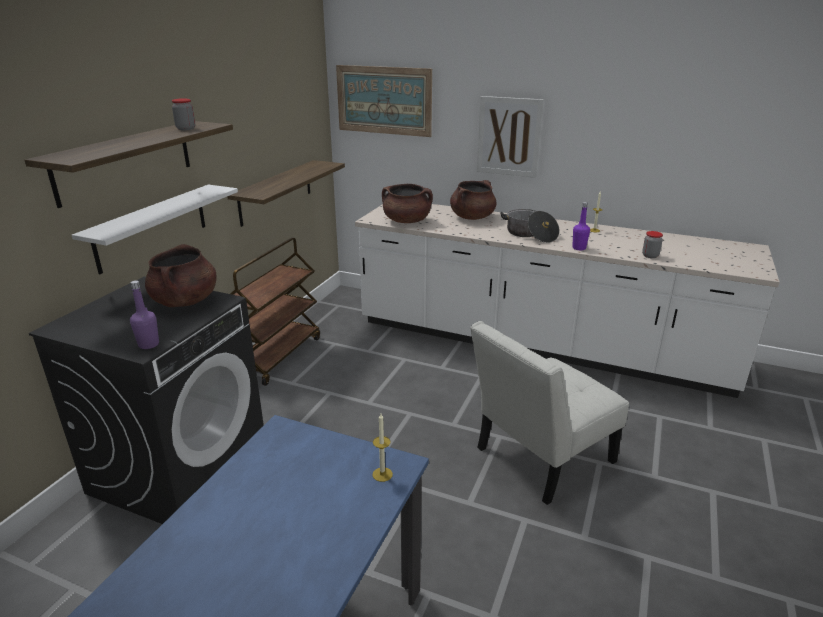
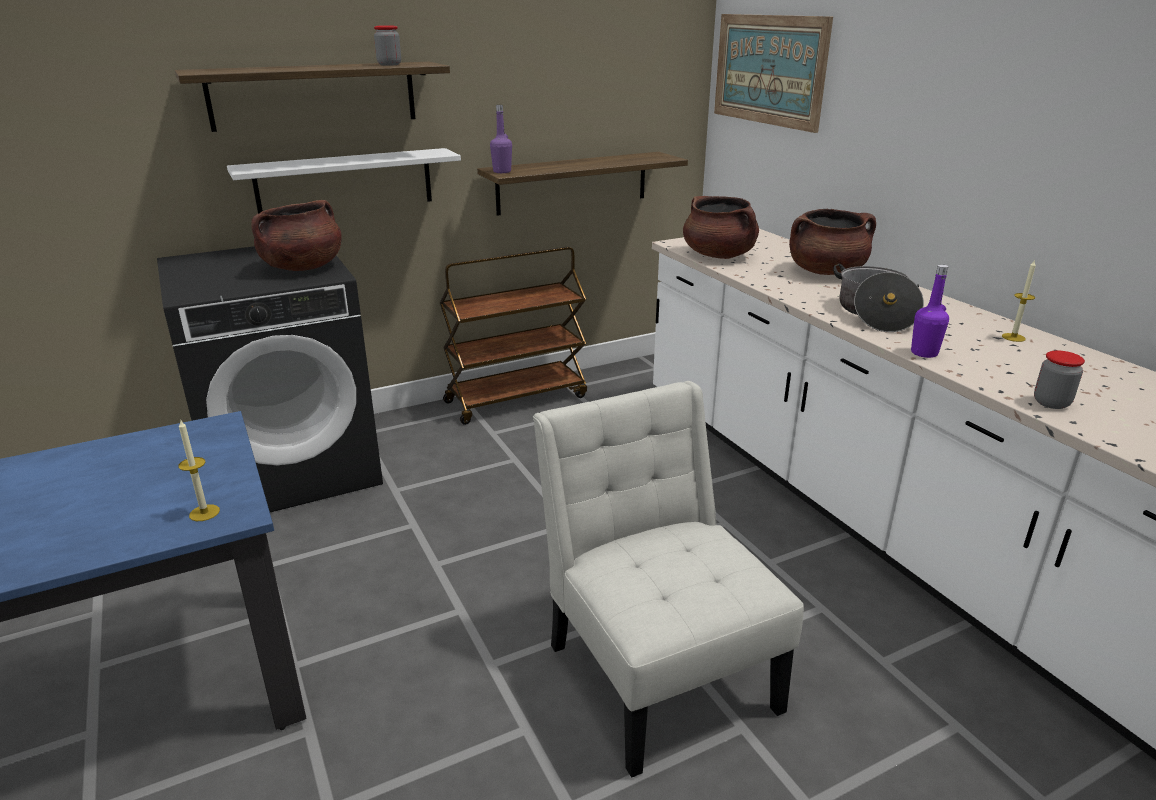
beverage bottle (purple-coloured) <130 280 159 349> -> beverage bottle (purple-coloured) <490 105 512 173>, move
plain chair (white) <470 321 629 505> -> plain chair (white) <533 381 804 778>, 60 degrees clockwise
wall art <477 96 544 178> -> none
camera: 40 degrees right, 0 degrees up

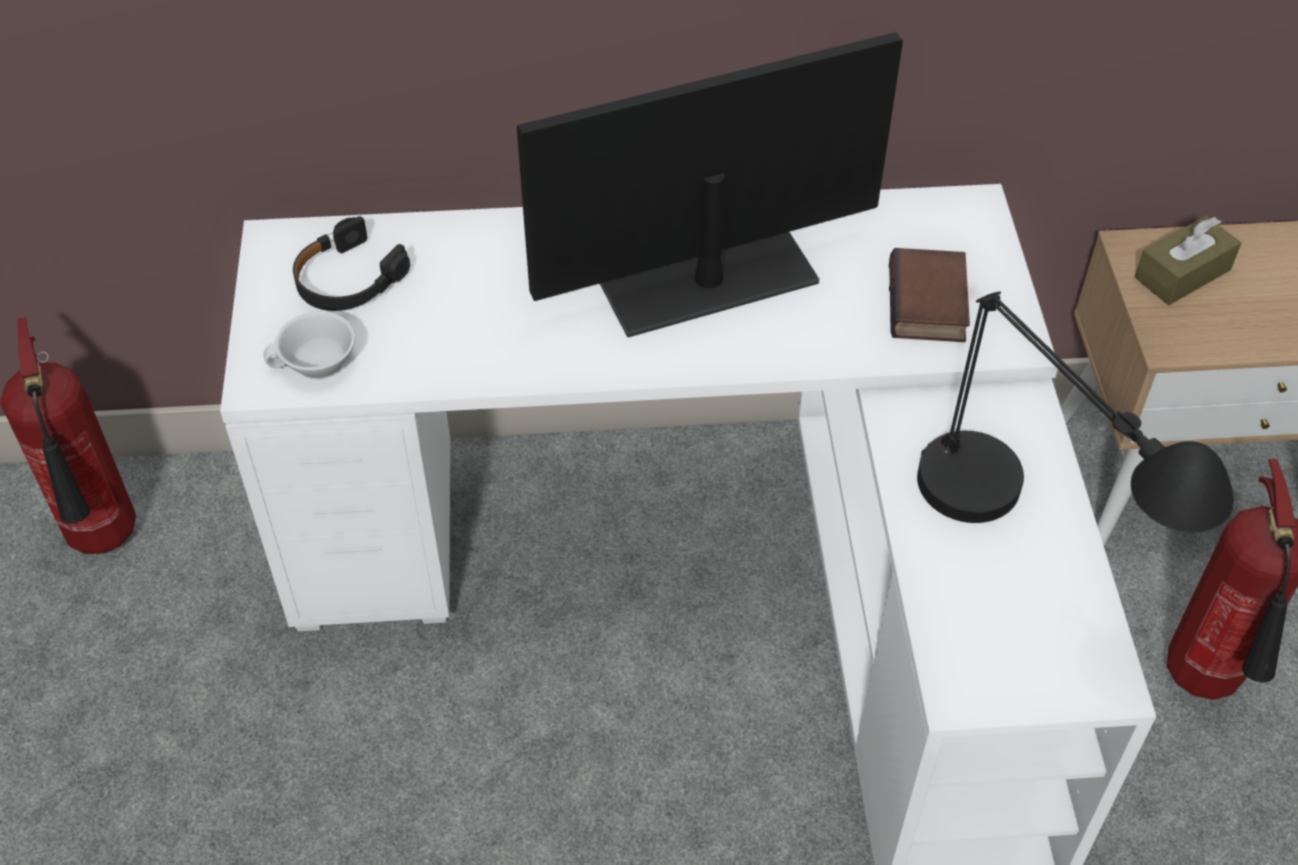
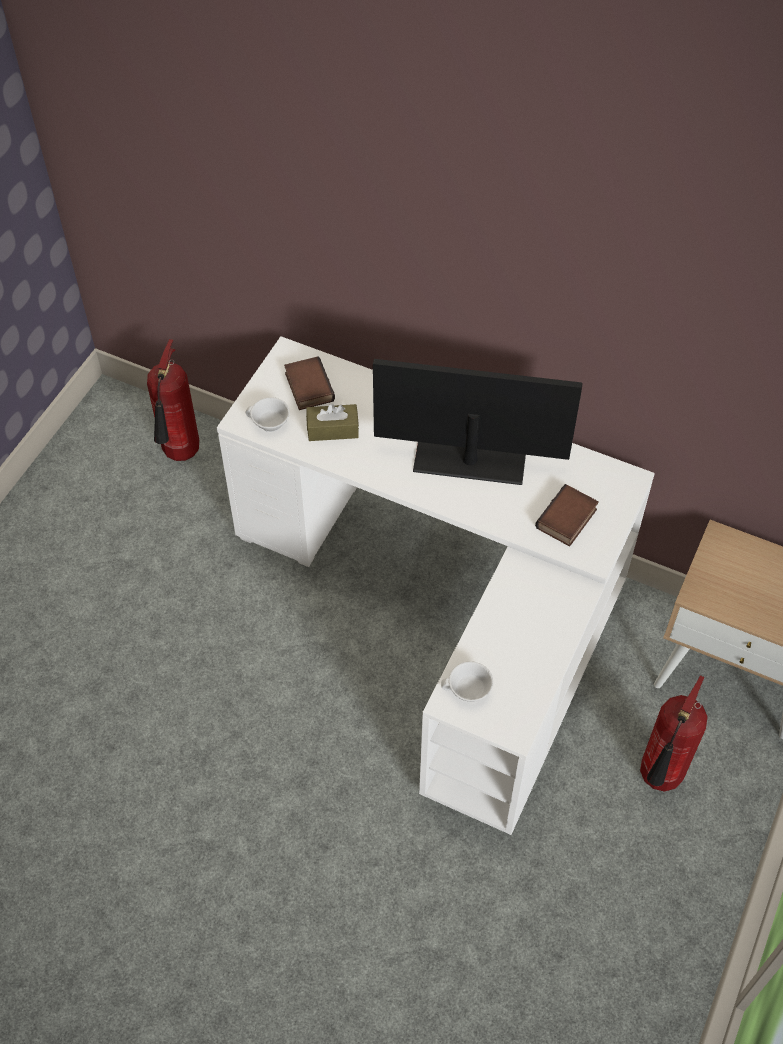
headphones (black) <293 216 410 311> -> bound book <284 356 335 410>
box of tissues (brownish) <1135 216 1241 305> -> box of tissues (brownish) <306 404 359 441>, move
none -> small cup (white) <441 661 493 702>
tabletop lamp (black) <917 292 1234 532> -> none
camera: 30 degrees right, 5 degrees up

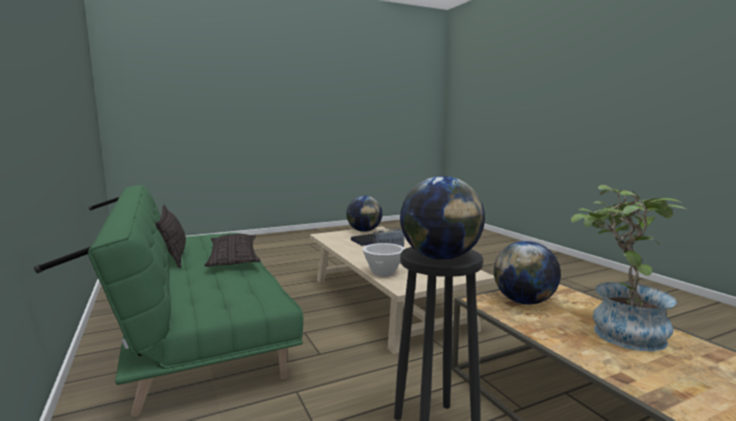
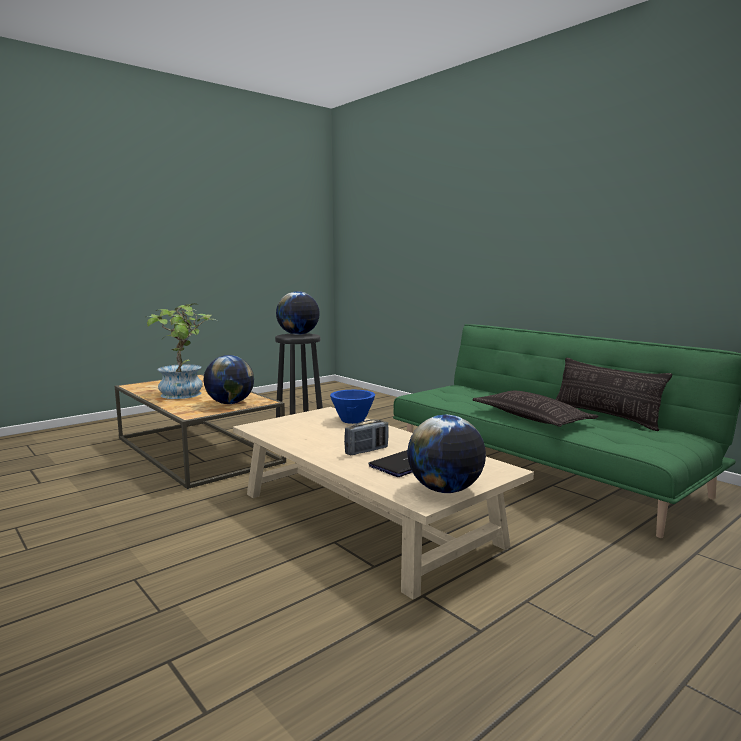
serving bowl (white) <362 243 405 277> -> serving bowl (bluish) <330 390 375 424>
camera: 165 degrees right, 0 degrees up

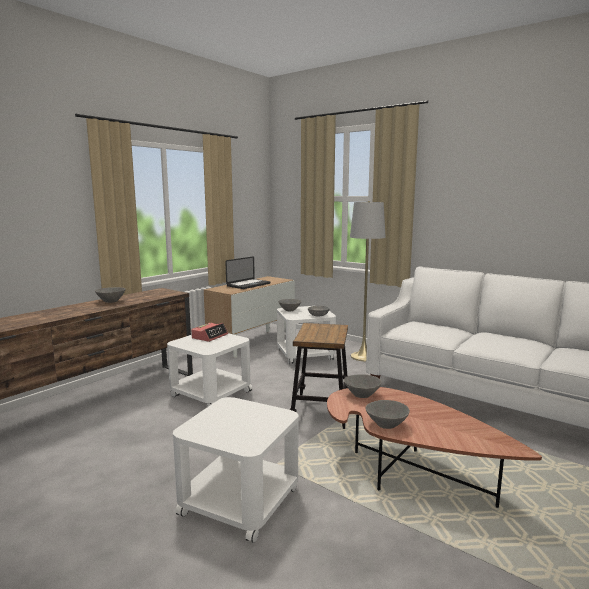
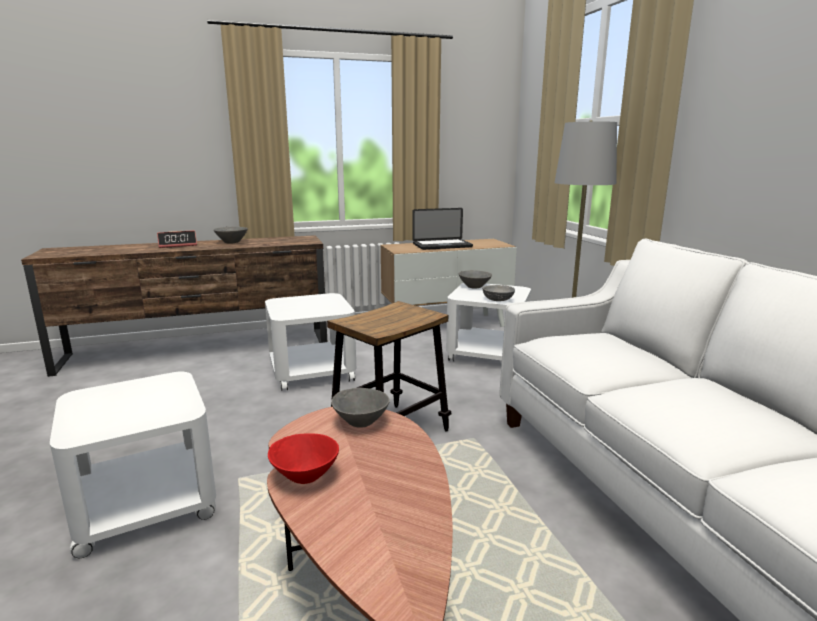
bedside clock <191 323 228 342> -> bedside clock <157 230 197 248>, move
serving bowl (greyish) <366 400 410 429> -> serving bowl (red-coloured) <268 433 339 484>
camera: 35 degrees right, 5 degrees up

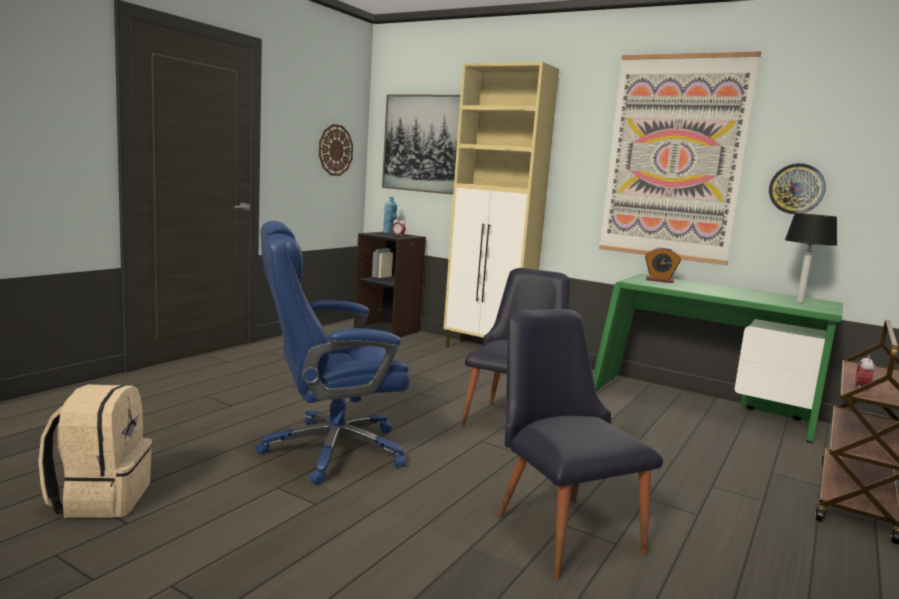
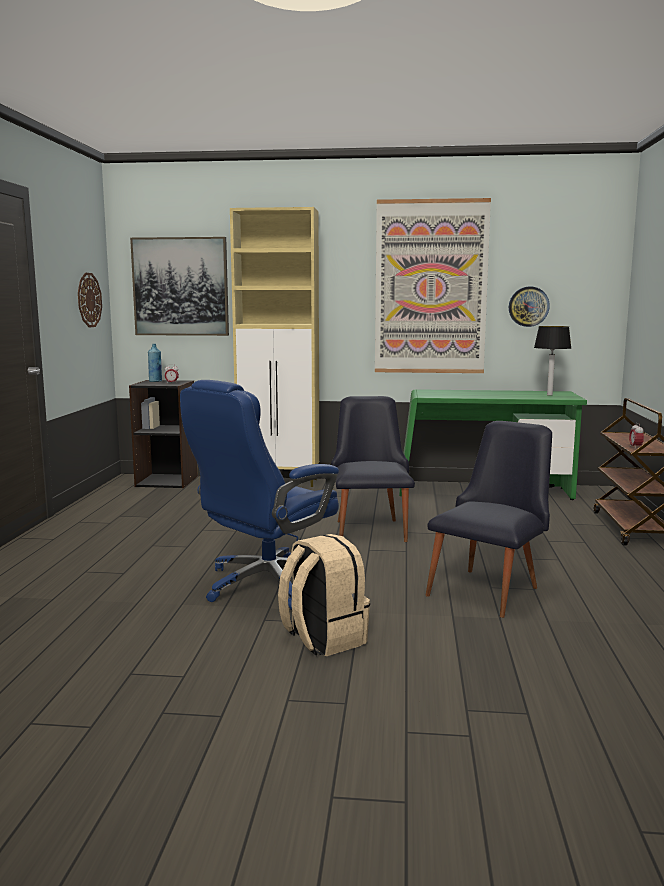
backpack (beige) <38 384 152 518> -> backpack (beige) <278 534 370 656>, move
plain chair (black) <497 309 663 579> -> plain chair (black) <425 421 552 618>, 90 degrees clockwise
bedside clock <645 247 681 283> -> none
camera: 25 degrees left, 0 degrees up

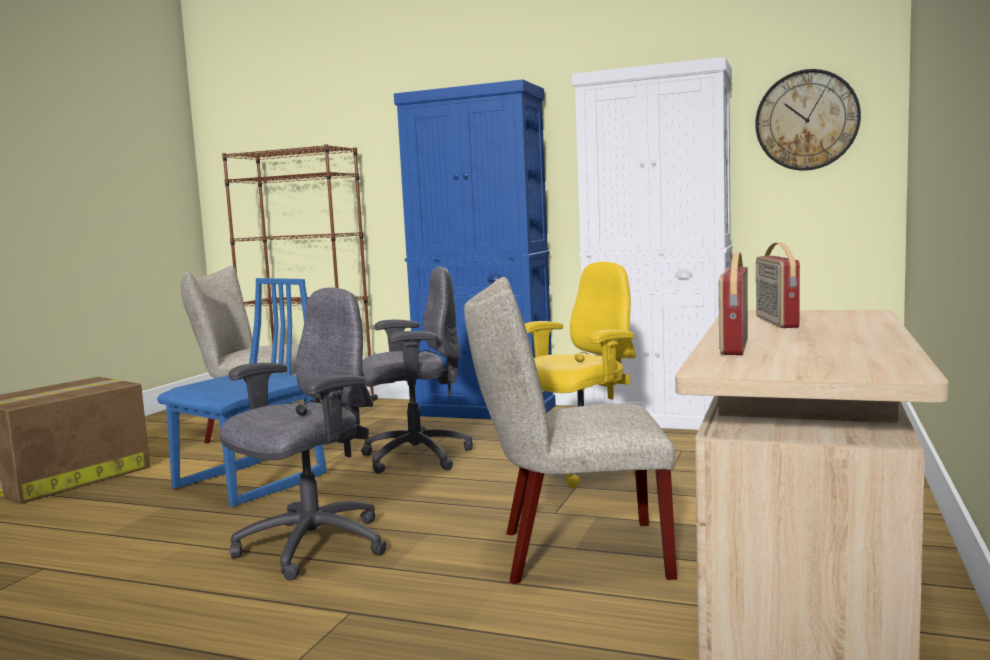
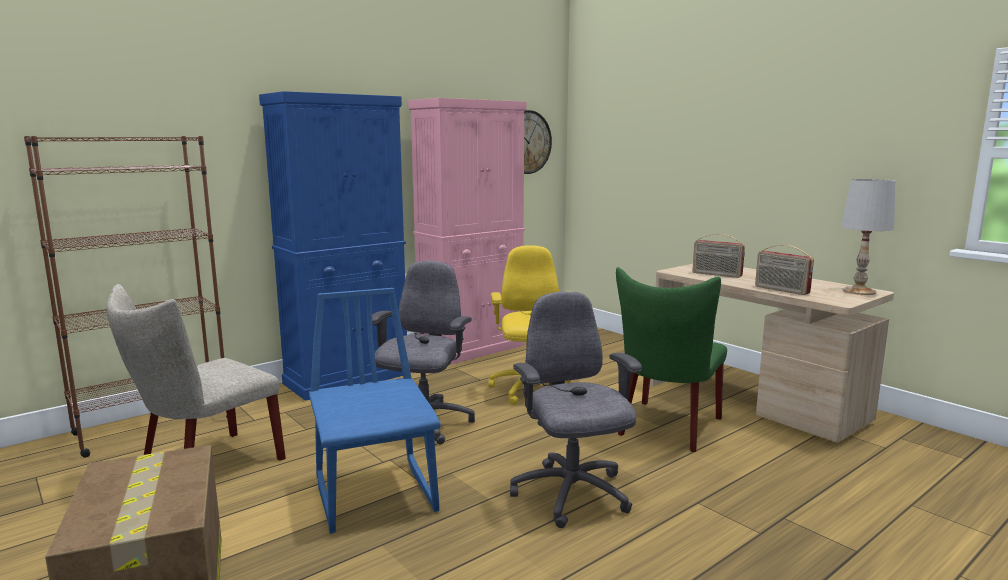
storage cabinet (white) <572 57 732 430> -> storage cabinet (pink) <408 98 527 365>
plain chair (beige) <464 277 677 584> -> plain chair (green-coloured) <616 267 727 452>
none -> tabletop lamp (white) <841 179 895 295>
camera: 60 degrees left, 5 degrees up

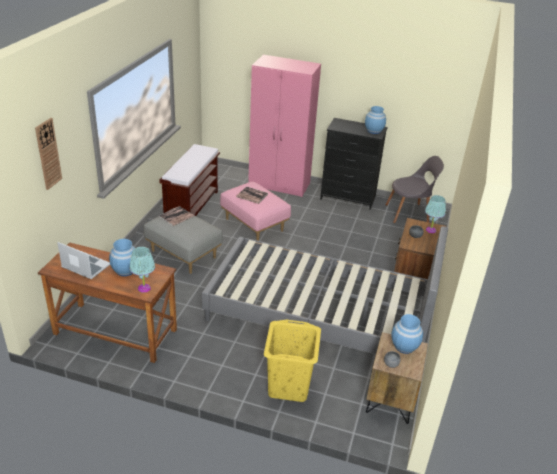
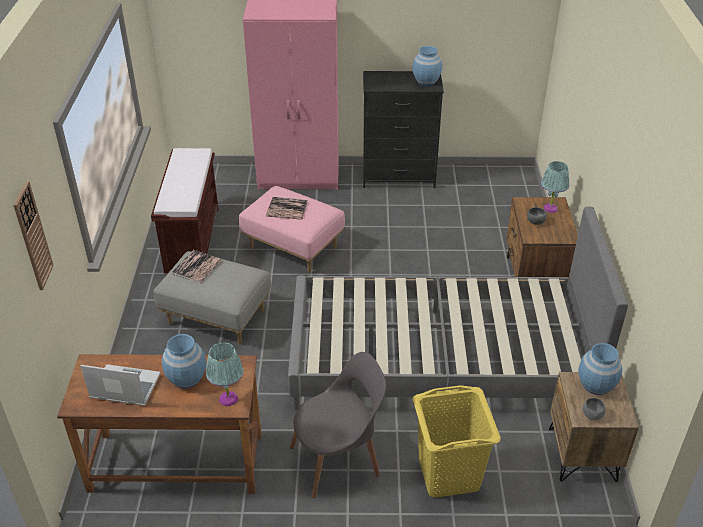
plain chair (greyish) <386 156 444 223> -> plain chair (greyish) <290 352 386 498>, move
camera: 15 degrees left, 5 degrees up

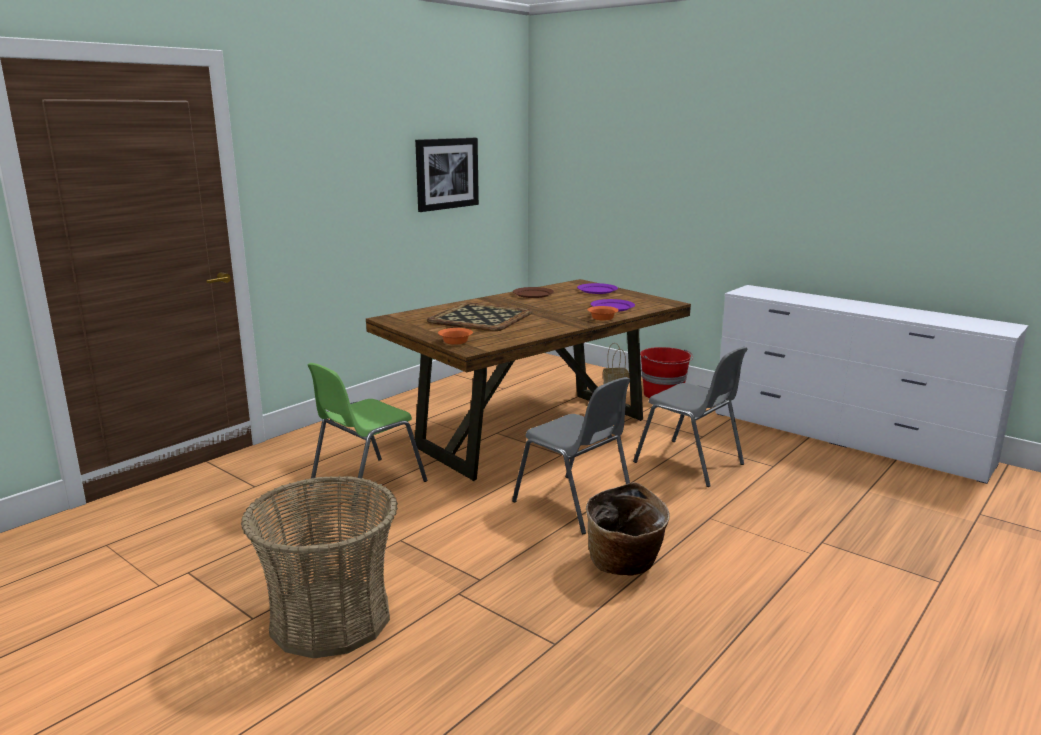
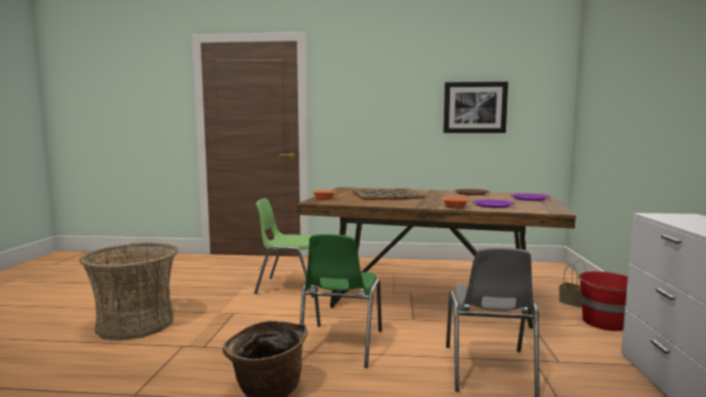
plain chair (greyish) <512 377 630 534> -> plain chair (green-coloured) <300 234 382 368>
camera: 55 degrees right, 10 degrees down

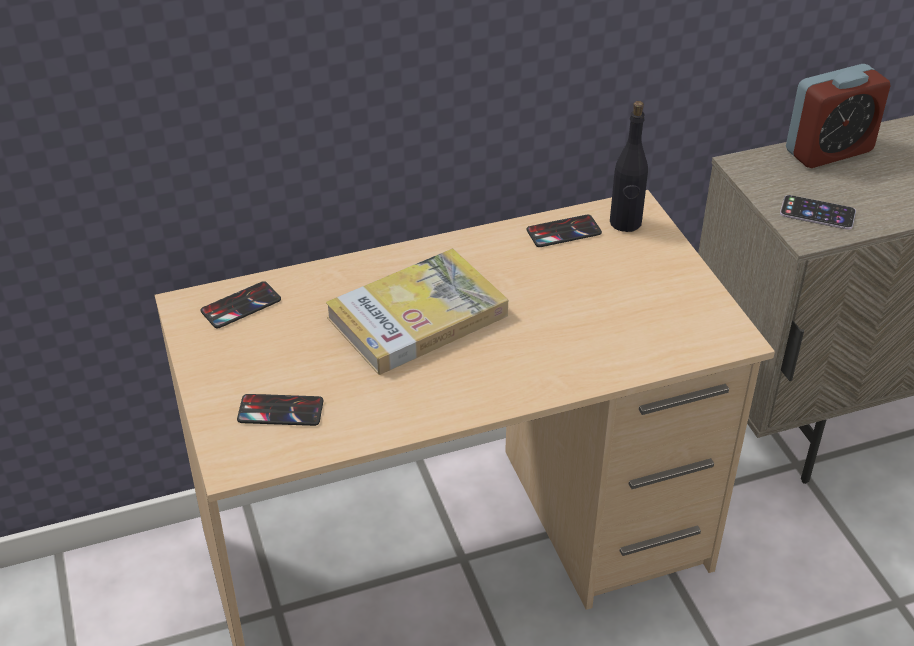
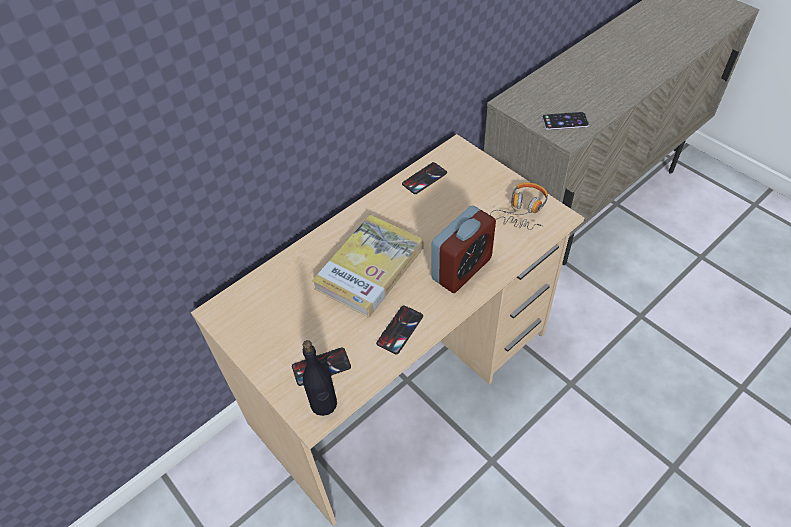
beverage bottle (black) <610 101 648 232> -> beverage bottle (black) <302 340 337 416>, move
phone <201 281 281 328> -> phone <376 305 423 354>, move
bedside clock <786 64 891 168> -> bedside clock <431 205 496 293>, move
none -> headphones <490 183 548 230>
camera: 20 degrees left, 10 degrees up

